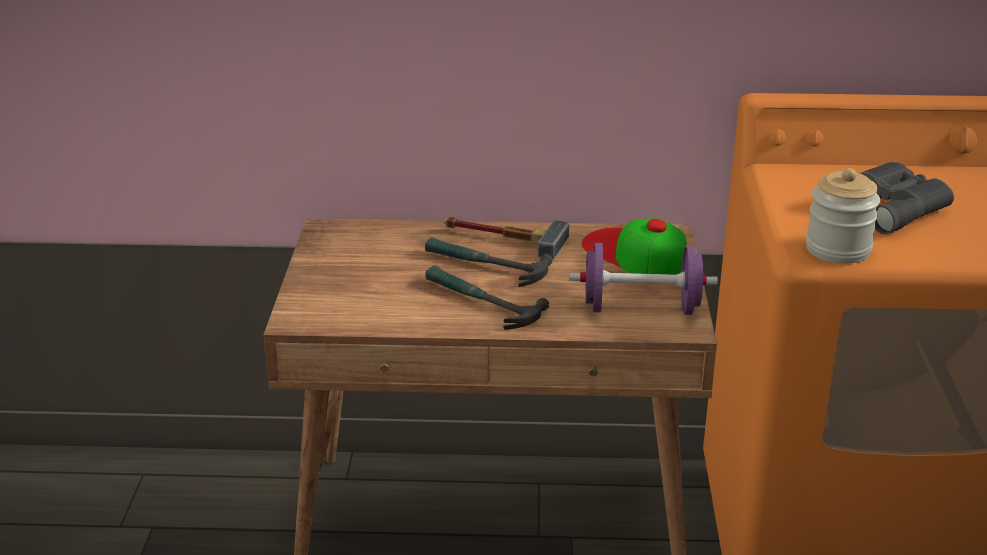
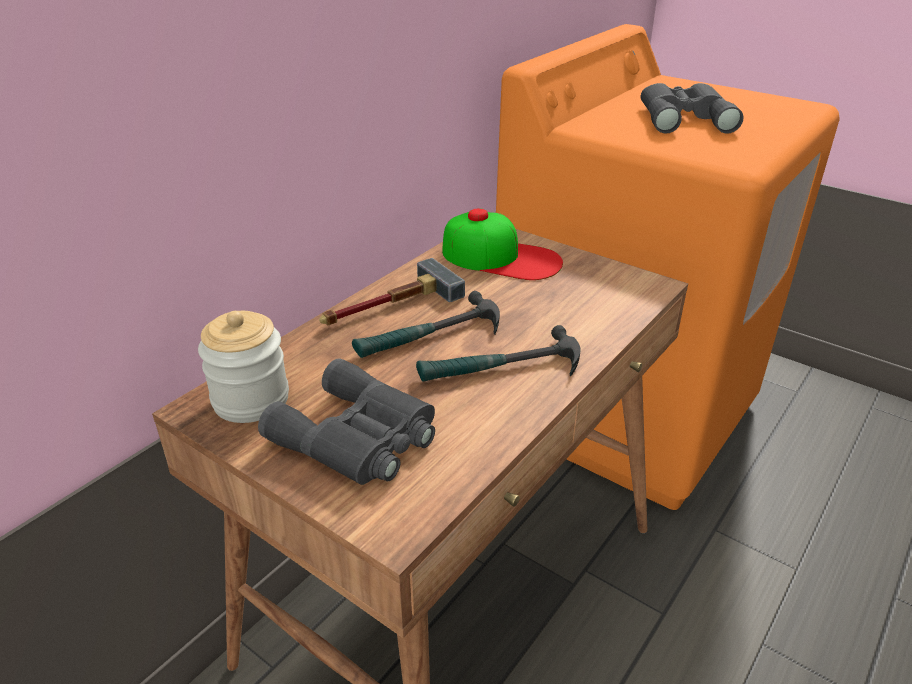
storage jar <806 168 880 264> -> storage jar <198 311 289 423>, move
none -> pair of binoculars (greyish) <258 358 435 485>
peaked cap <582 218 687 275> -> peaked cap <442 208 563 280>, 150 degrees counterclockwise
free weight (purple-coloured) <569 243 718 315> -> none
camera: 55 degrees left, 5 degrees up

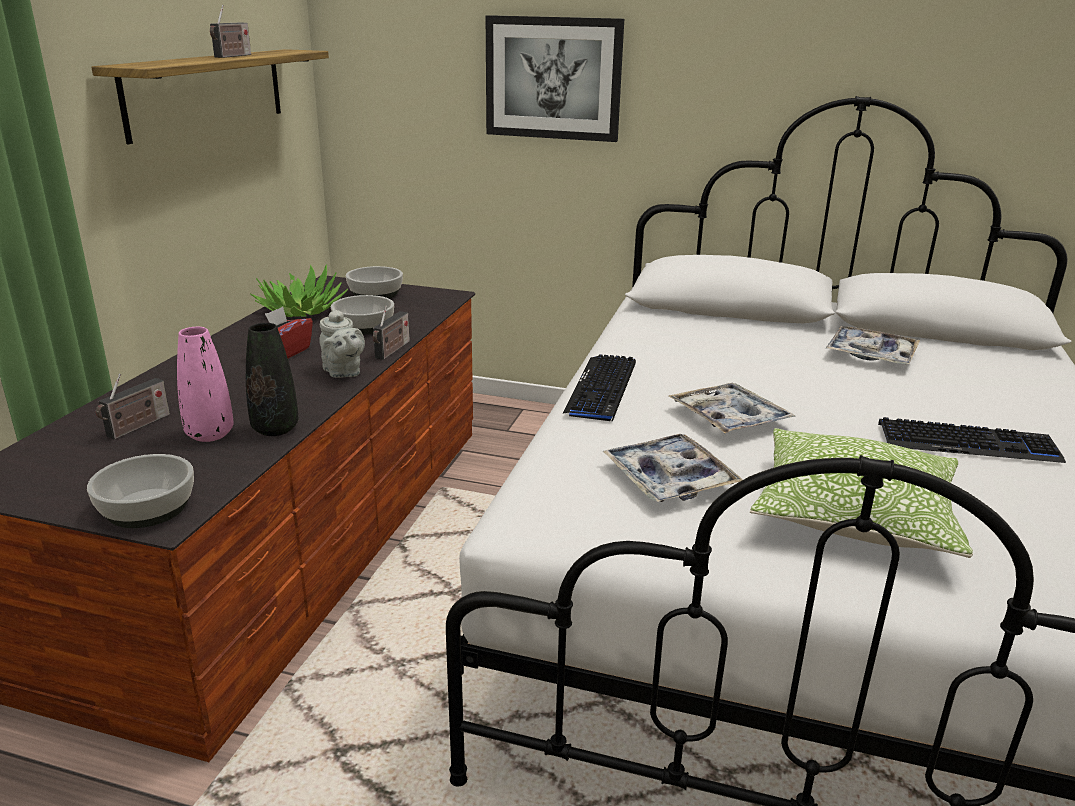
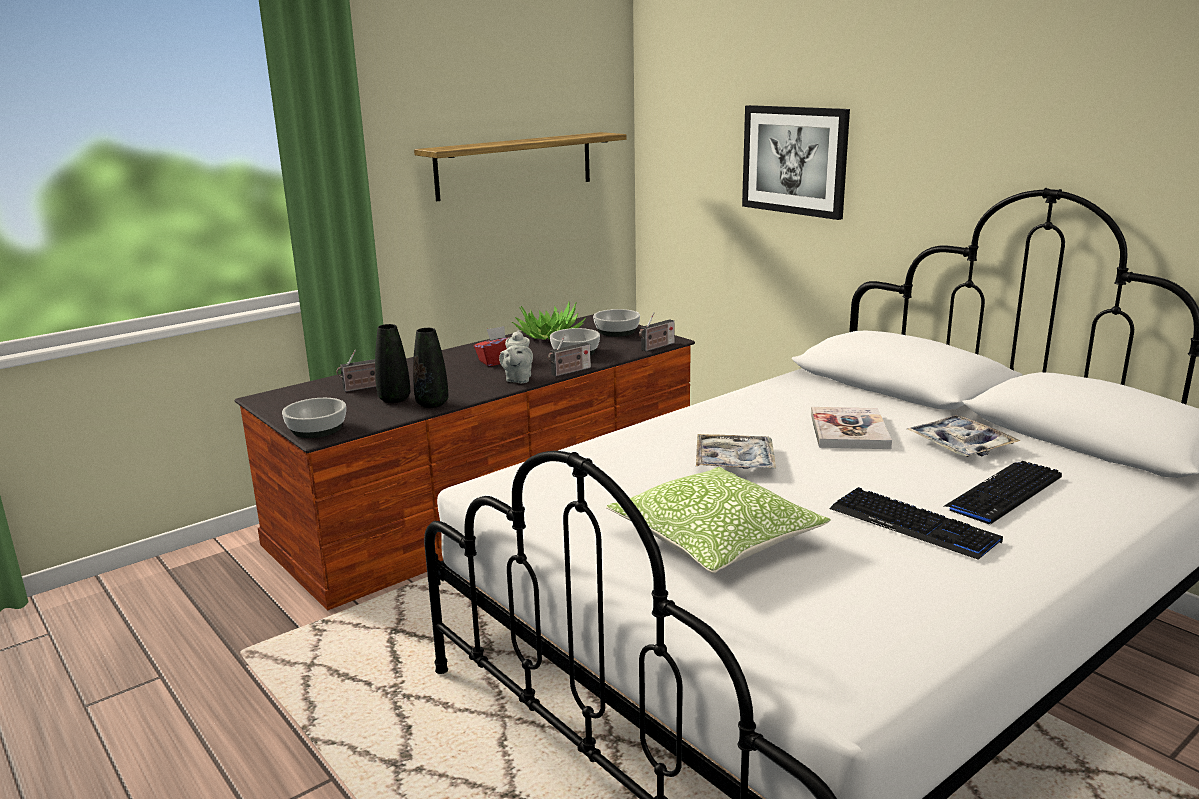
vase (pink) <177 327 234 442> -> vase (black) <375 324 411 403>
radio receiver <210 5 251 58> -> radio receiver <639 312 675 351>, move
none -> bound book <811 407 892 449>
keyboard <563 354 636 422> -> keyboard <943 461 1062 525>, move
carrying tray <602 434 743 502> -> none
camera: 35 degrees right, 5 degrees down

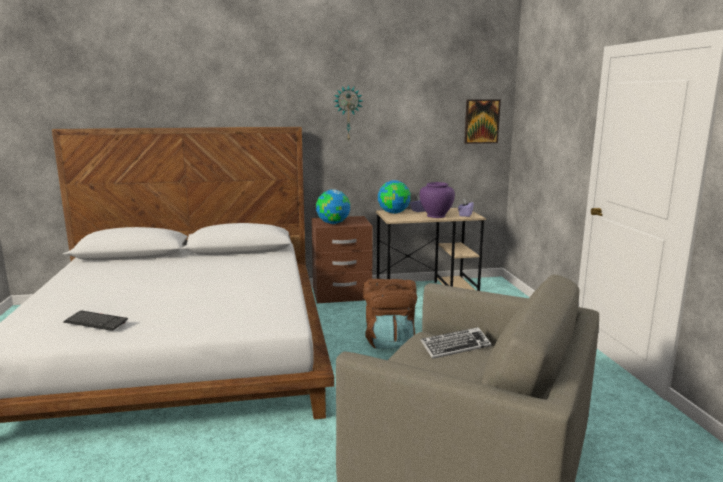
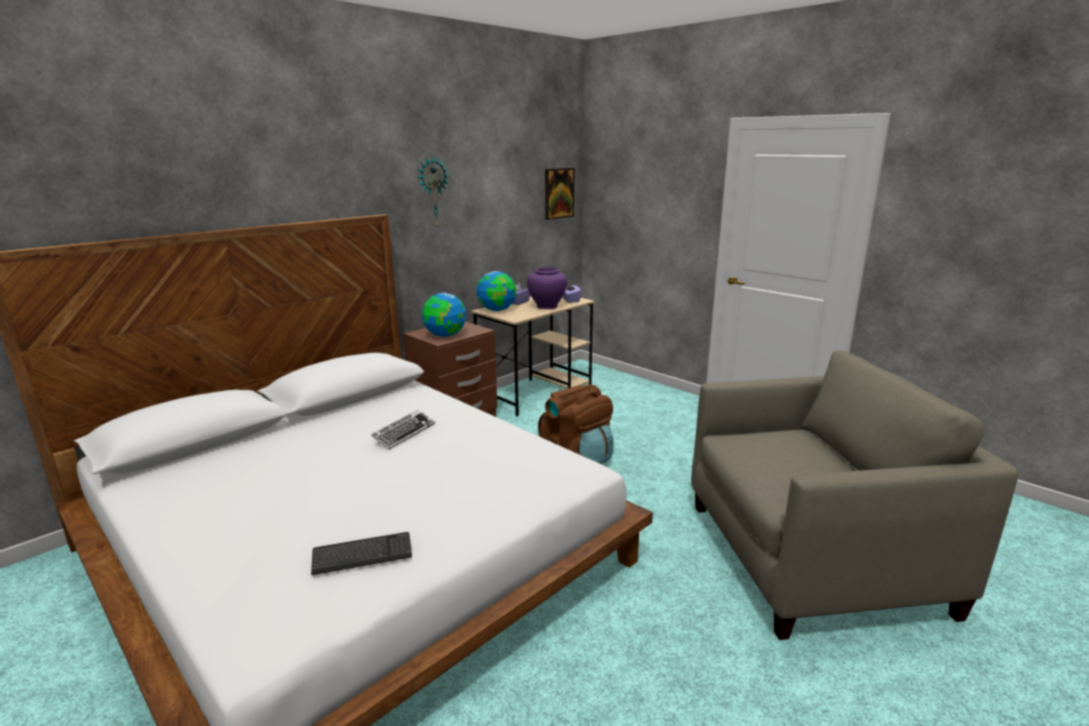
keyboard <421 327 491 359> -> keyboard <371 410 435 450>, move
camera: 35 degrees left, 5 degrees up

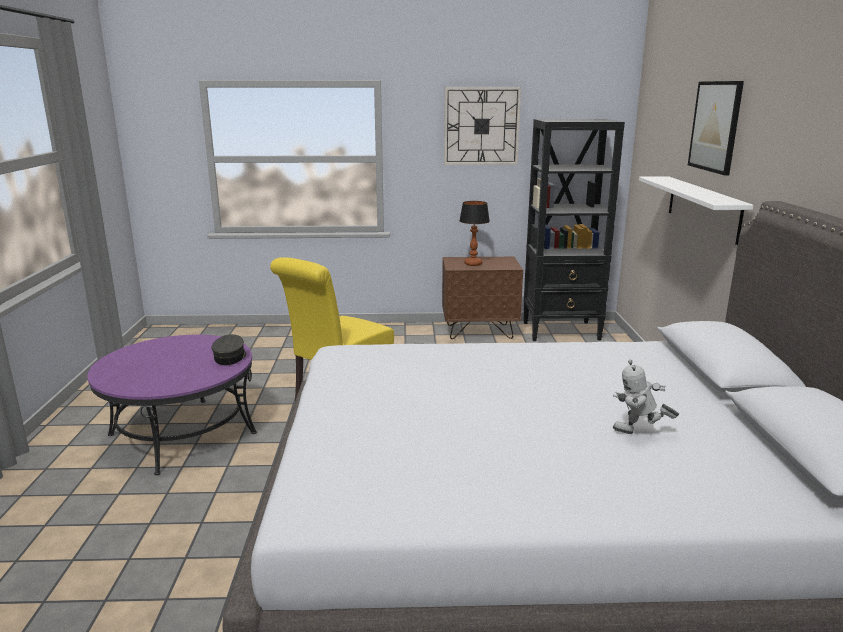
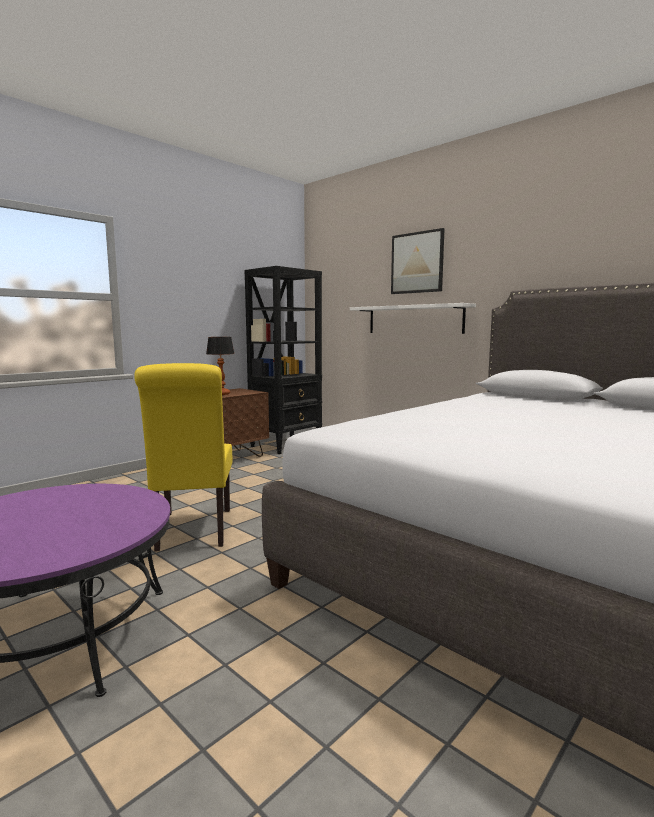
peaked cap (greyish) <211 334 246 365> -> none
wall clock <444 87 521 165> -> none
toy robot <613 360 679 434> -> none
camera: 45 degrees left, 10 degrees down

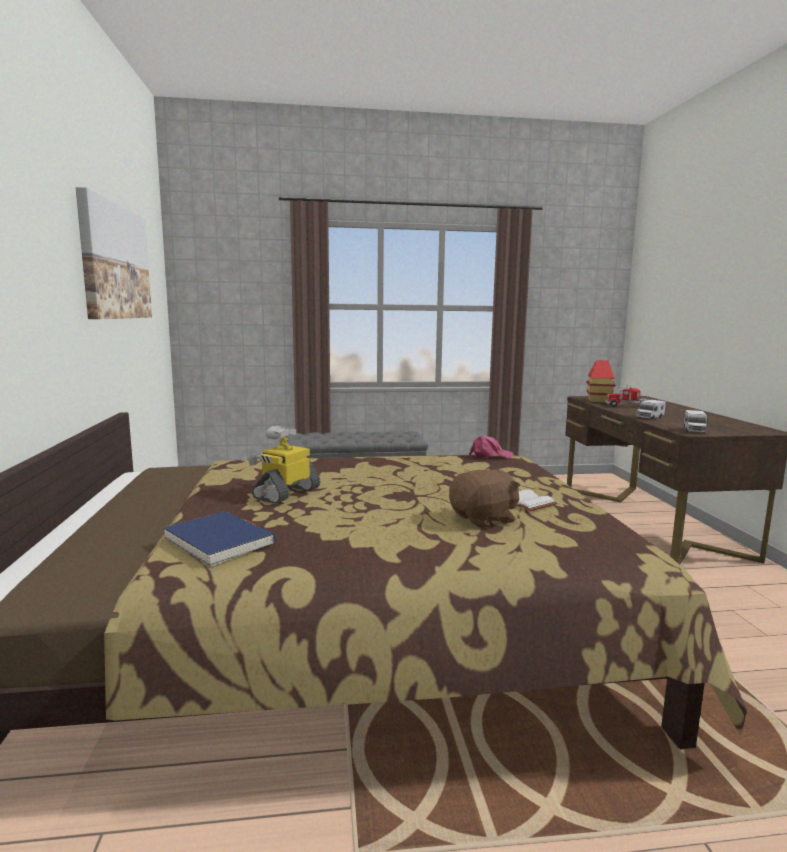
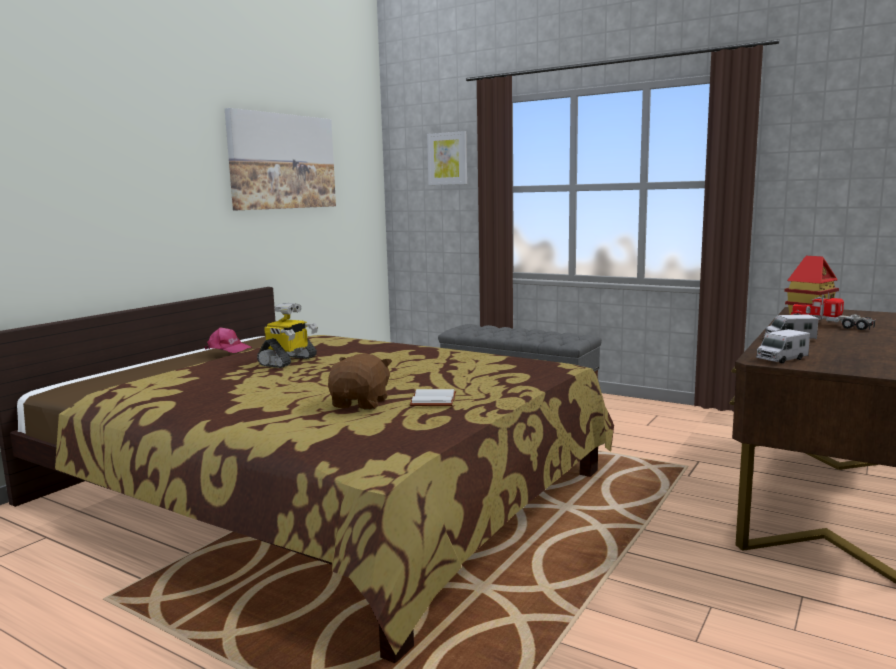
peaked cap (pink) <469 436 514 459> -> peaked cap (pink) <204 327 252 353>, move
toy robot <248 426 321 504> -> toy robot <257 303 318 368>, 135 degrees clockwise
soft toy (brownish) <449 469 520 528> -> soft toy (brownish) <328 353 392 410>, 90 degrees counterclockwise
none -> wall art <427 131 467 185>
bound book (bluish) <163 511 275 567> -> none
camera: 40 degrees right, 0 degrees up

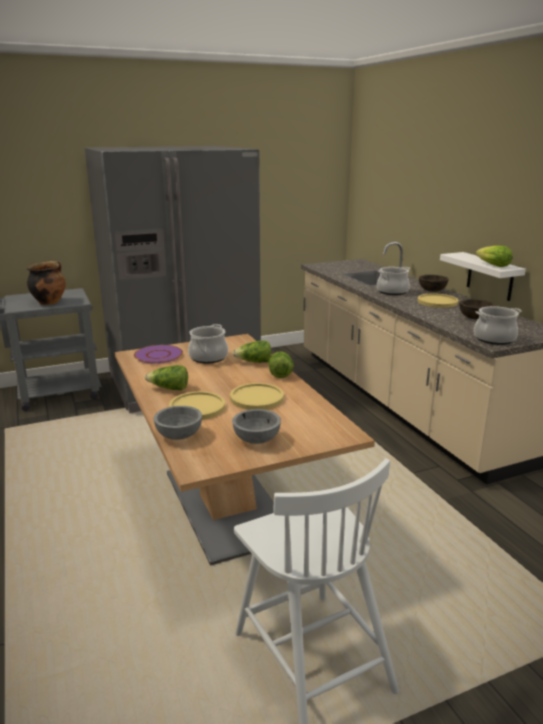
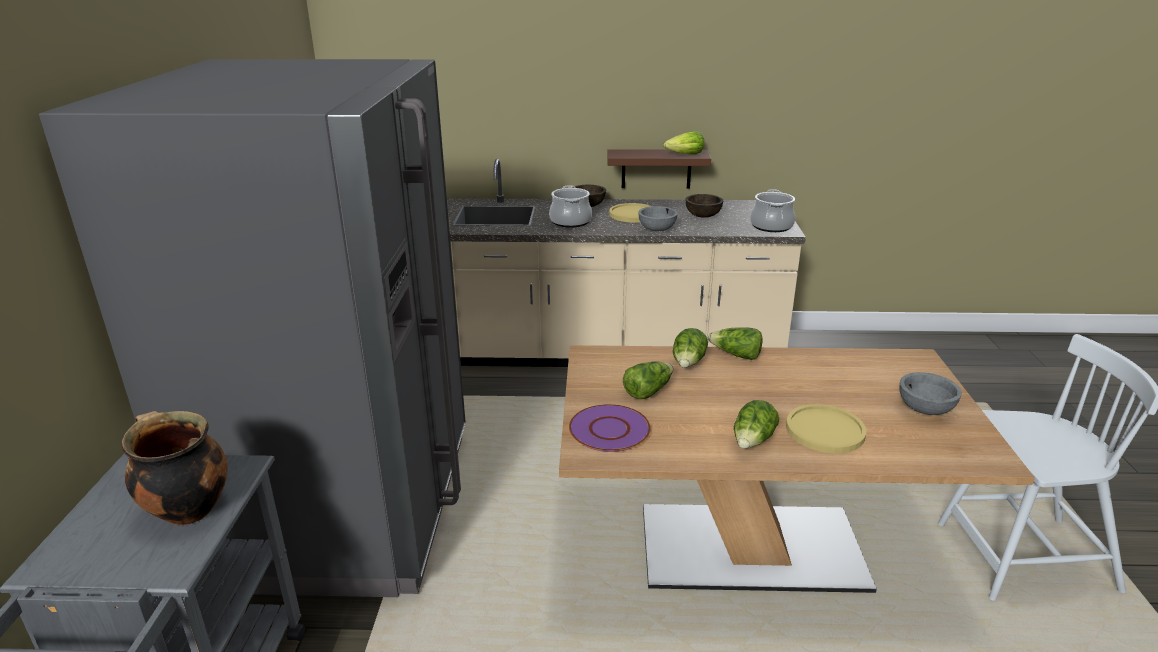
bracket shelf (white) <440 252 526 301> -> bracket shelf (brownish) <607 149 711 189>
stockpot <188 324 228 363> -> lettuce head <623 361 673 399>
serving bowl (greyish) <154 406 202 440> -> serving bowl (greyish) <638 206 678 231>, move
dinner plate (yellowish) <230 383 284 410> -> none
camera: 65 degrees left, 5 degrees up

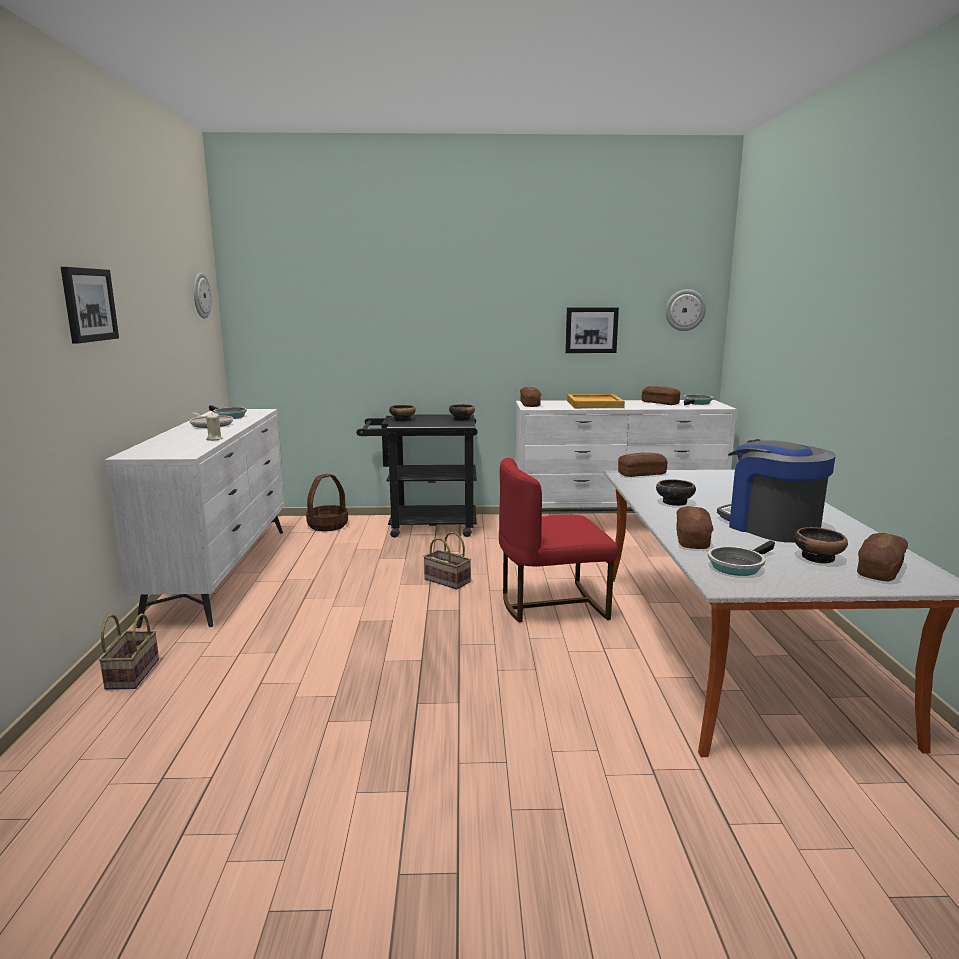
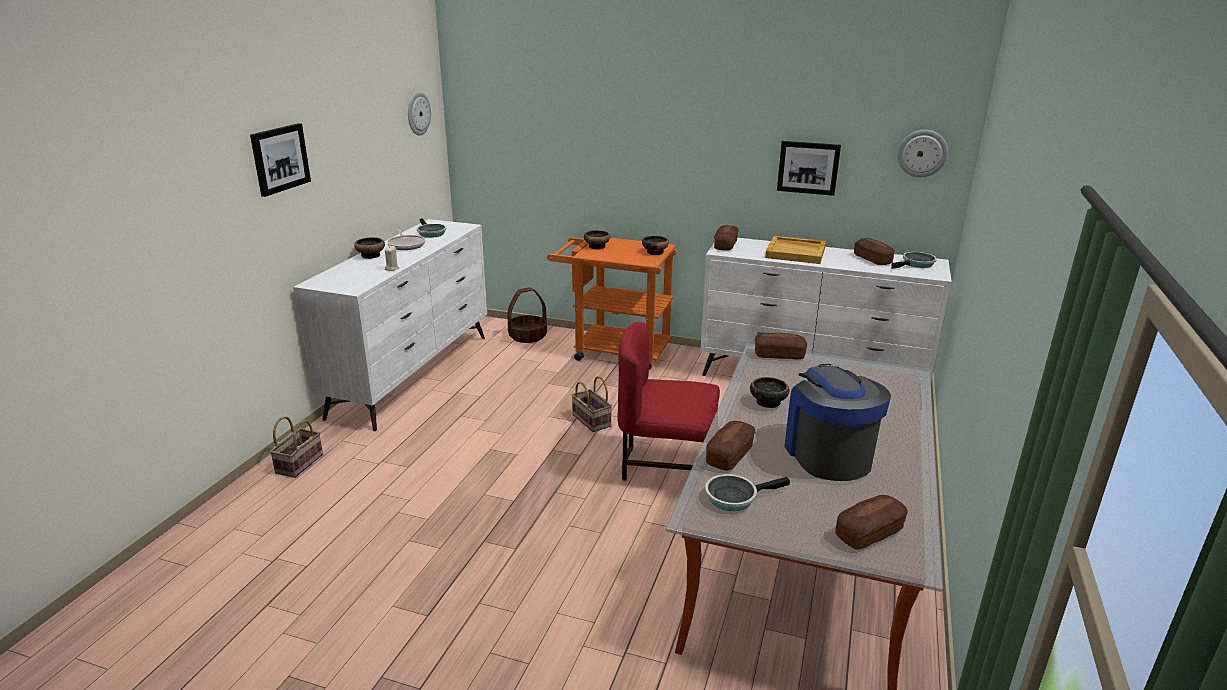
serving bowl <794 527 848 564> -> serving bowl <354 237 385 259>, move
trolley (black) <356 414 478 538> -> trolley (orange-coloured) <547 237 677 369>
camera: 20 degrees right, 10 degrees up

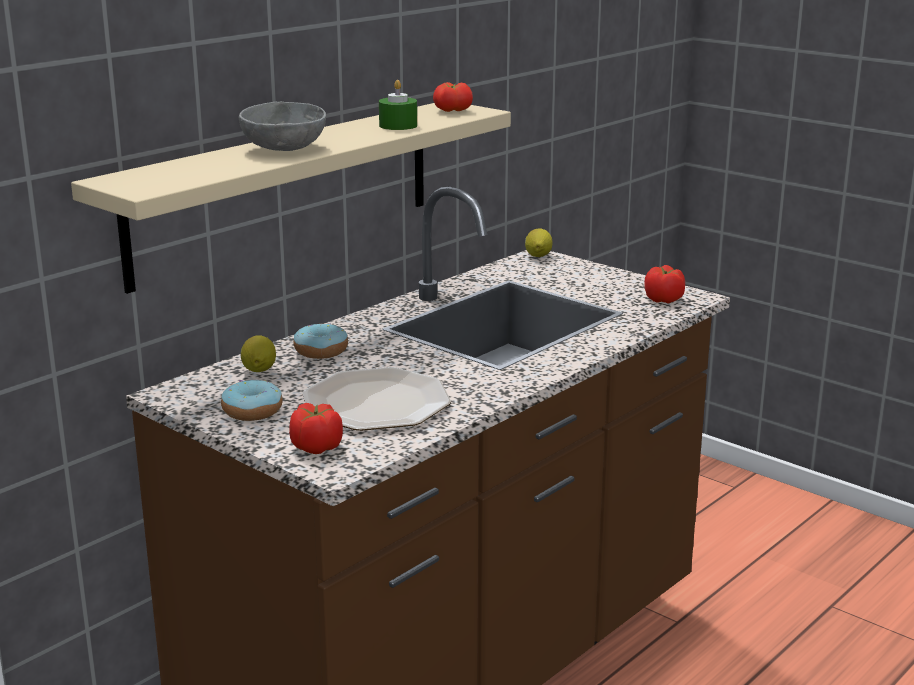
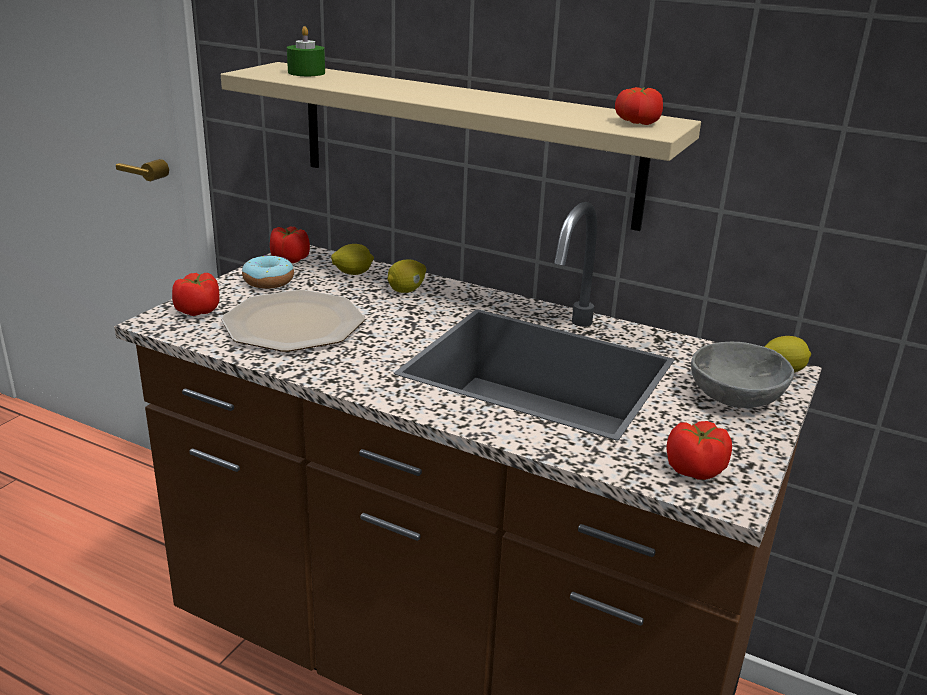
none -> tomato <270 227 310 263>
wax light (green-coloured) <379 80 417 130> -> wax light (green-coloured) <287 26 325 76>, move
ring doughnut <293 323 348 359> -> citrus fruit <388 259 426 293>
serving bowl (greyish) <239 102 326 151> -> serving bowl (greyish) <691 342 794 408>, move
camera: 75 degrees right, 5 degrees up

